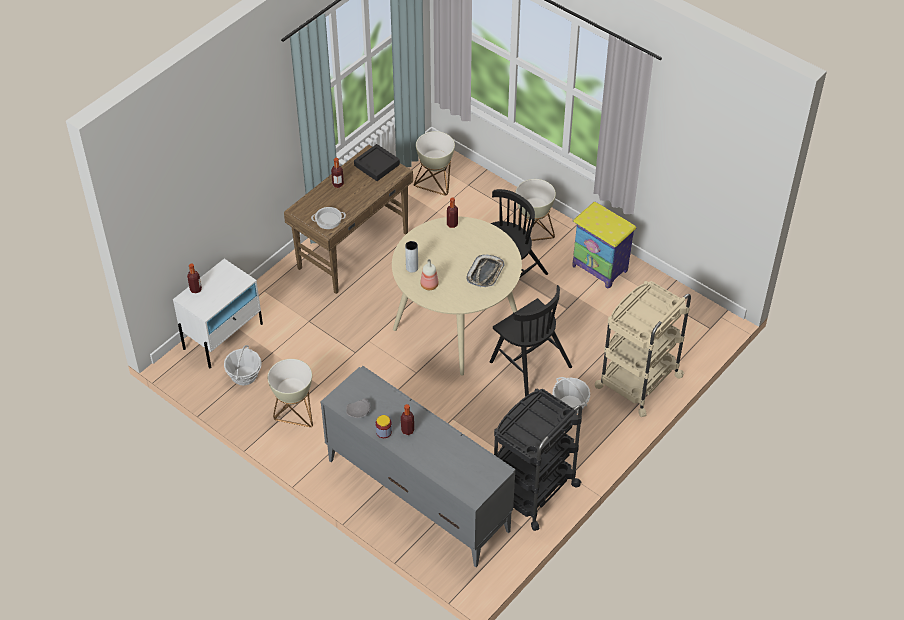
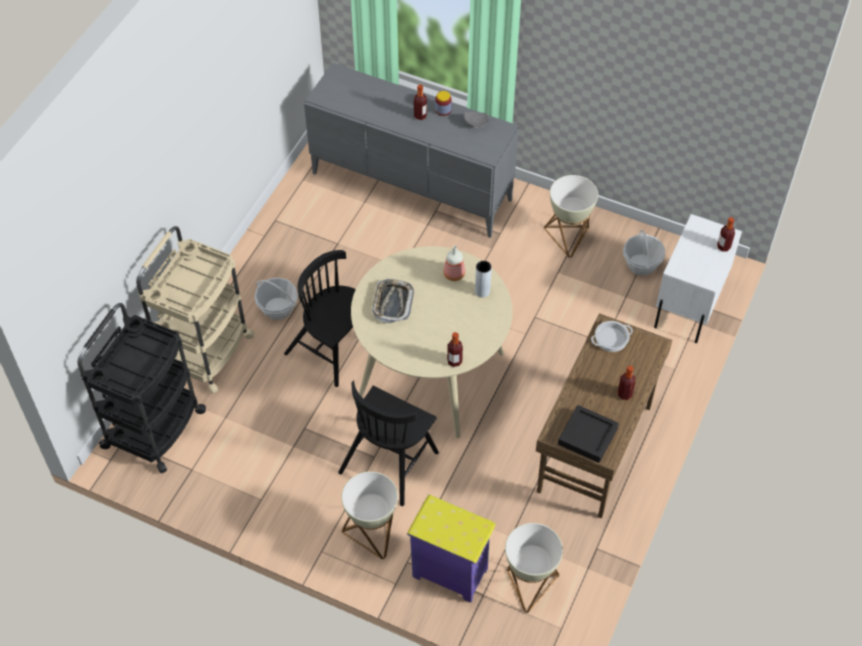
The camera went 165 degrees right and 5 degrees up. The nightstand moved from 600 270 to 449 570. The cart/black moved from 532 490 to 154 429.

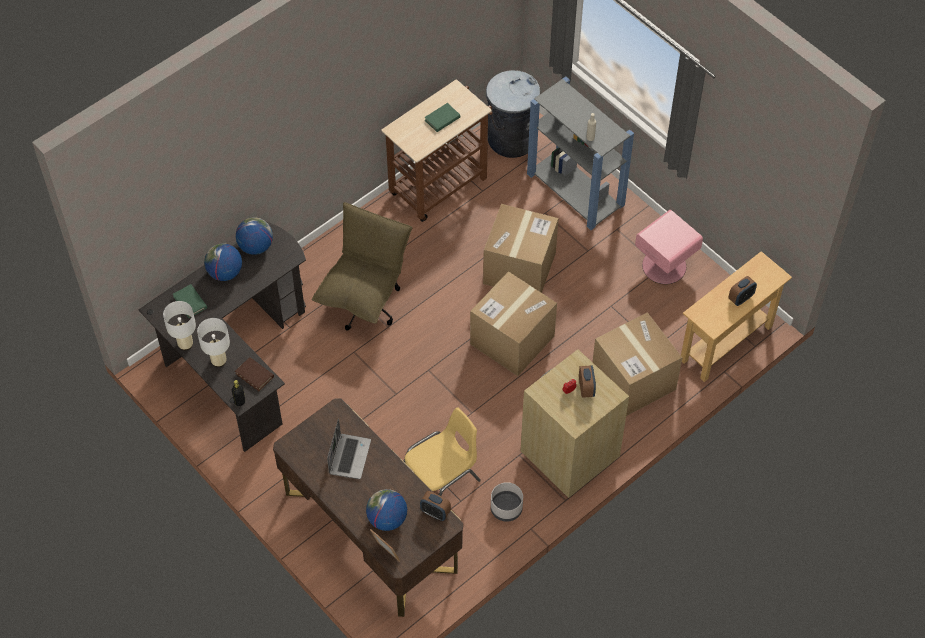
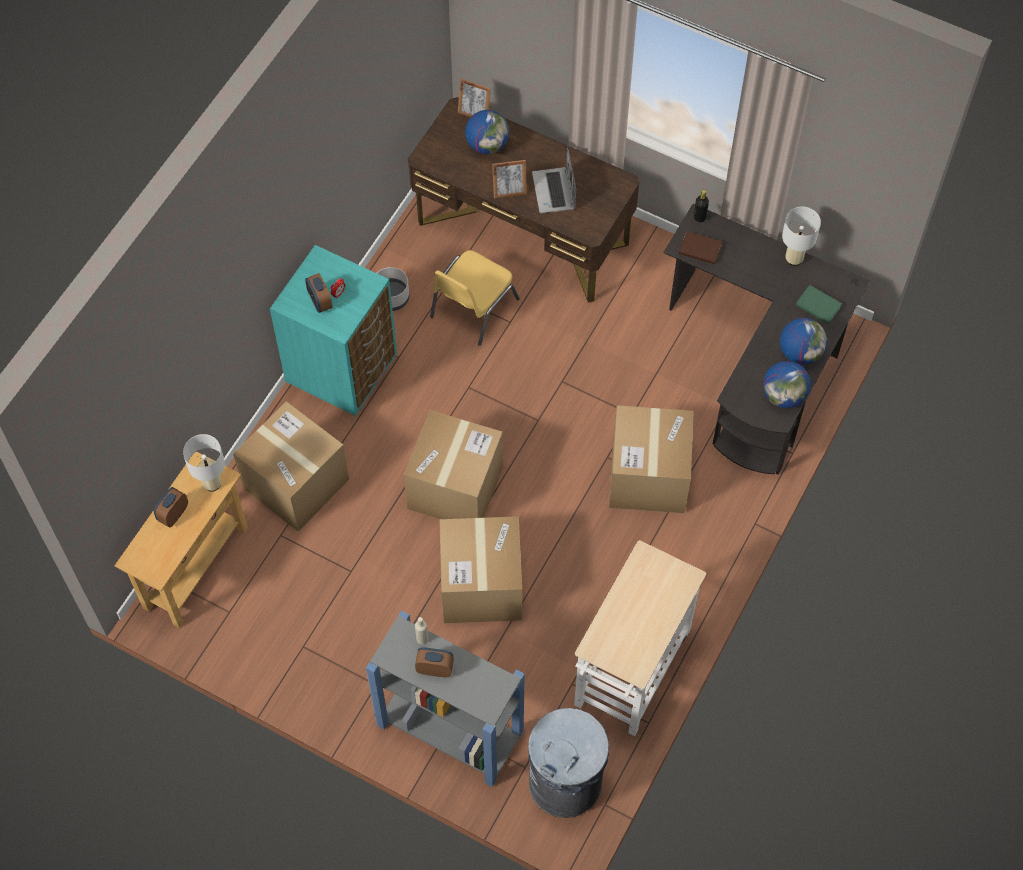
The camera went 160 degrees right and 5 degrees up. The cart/brown at 439 186 became the cart/white at 630 672. The book/green at 442 119 disappeared. The office chair/beige at 364 303 was replaced by the cardboard box at 648 476. The nightstand/pink at 664 265 disappeared. The table lamp/white moved from 218 360 to 212 484. The dresser/brown at 568 457 became the dresser/turquoise at 343 372. The alarm clock moved from 435 512 to 435 669. The picture frame at 509 192 appeared.

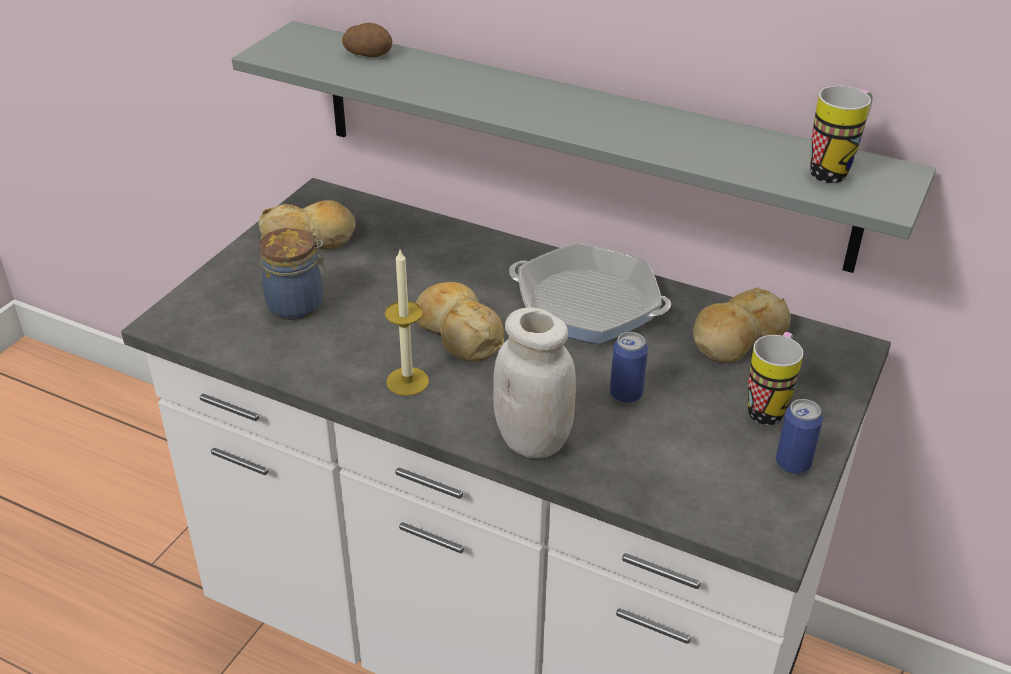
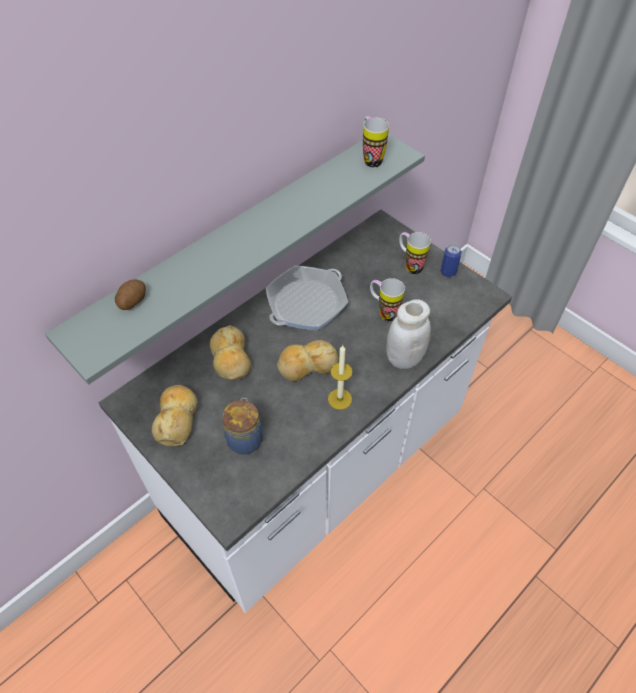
The camera went 70 degrees left and 15 degrees up. The bread moved from 737 339 to 231 359. The can at 626 394 was replaced by the mug at 383 312.

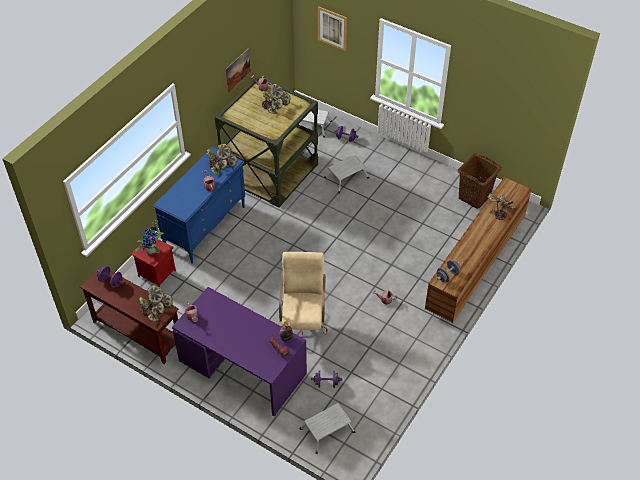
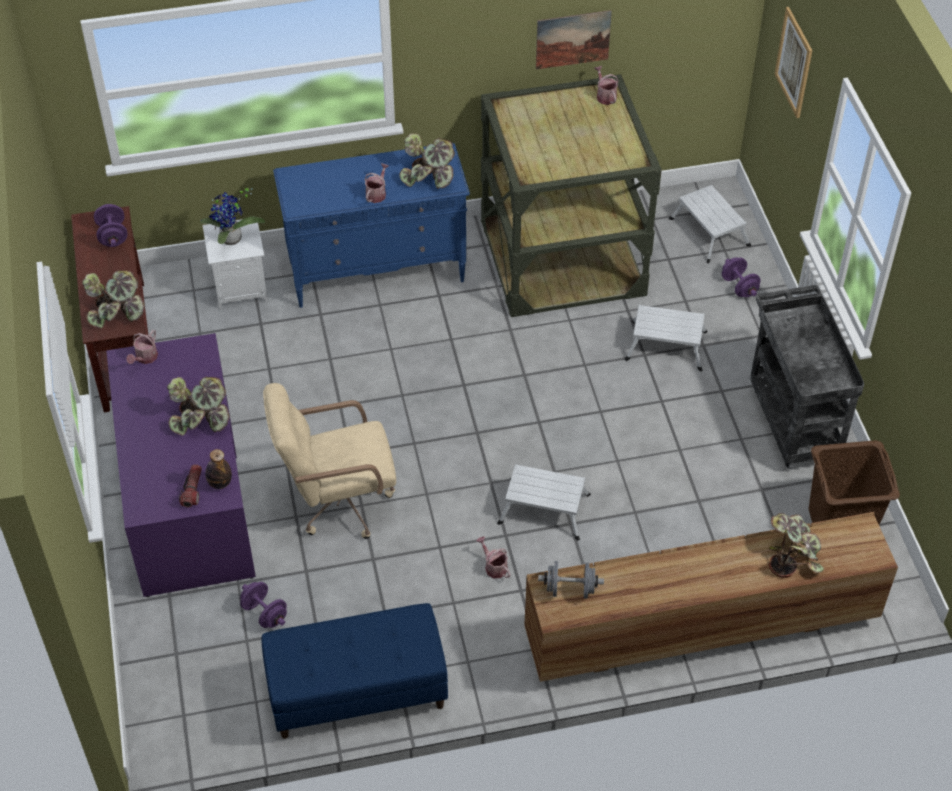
The camera went 45 degrees right and 0 degrees up. The potted plant moved from 275 106 to 202 420. The nightstand/red at 157 273 became the nightstand/white at 241 287. The office chair/beige at 303 324 turned 150 degrees counterclockwise. The step ladder/white moved from 327 430 to 545 509. The cart/black at 790 421 appeared. The bench/blue at 357 693 appeared.

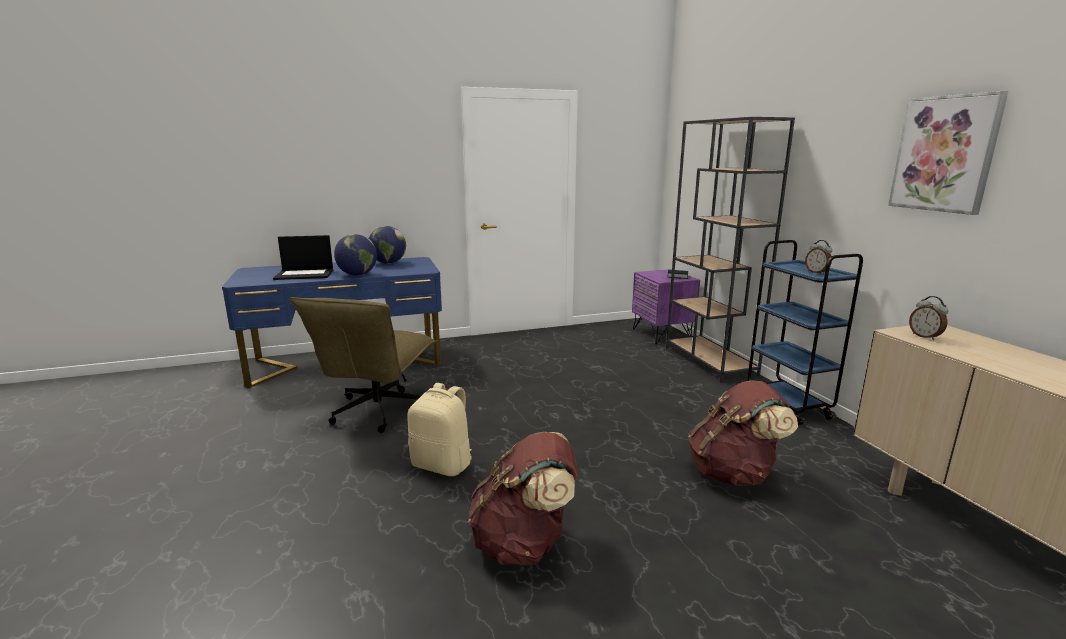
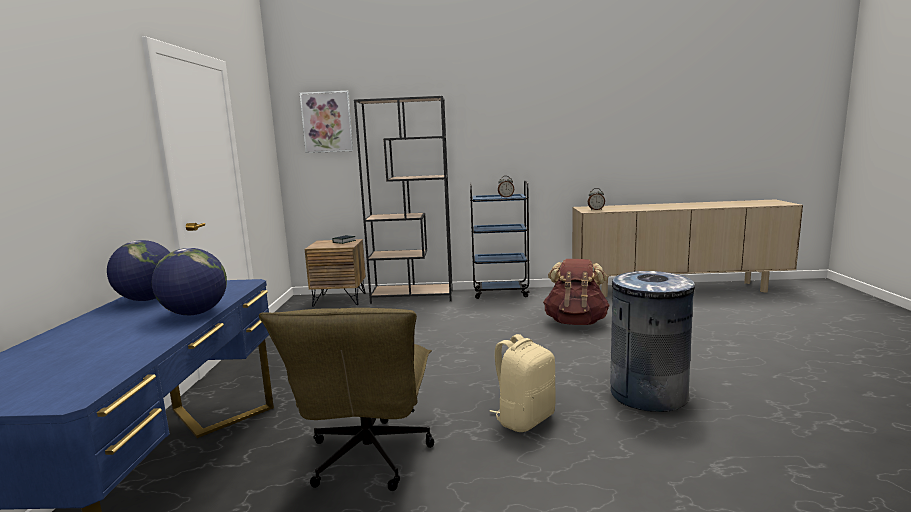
The camera went 70 degrees left and 5 degrees down. The picture moved from 944 154 to 327 122. The laptop at 305 274 disappeared. The nightstand/purple at 662 334 became the nightstand/brown at 340 299. The office chair/beige at 379 410 turned 60 degrees clockwise. The backpack/brown at 524 543 was replaced by the trash can/grey at 647 394.

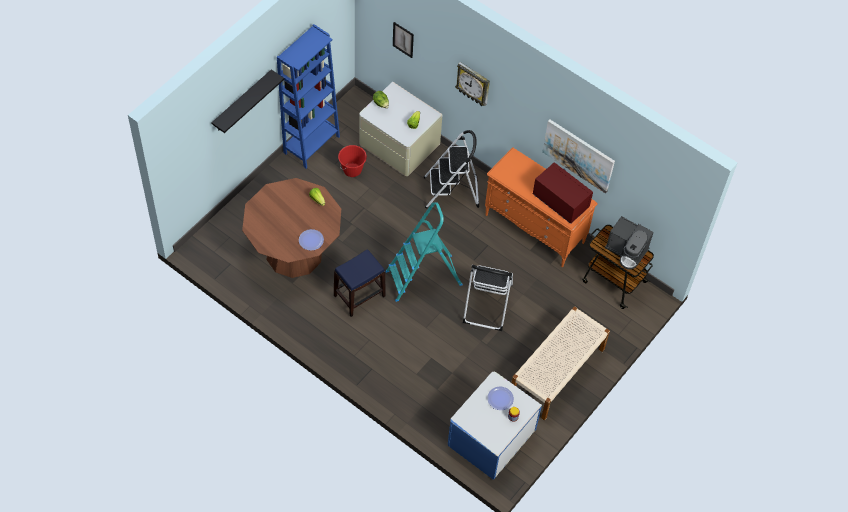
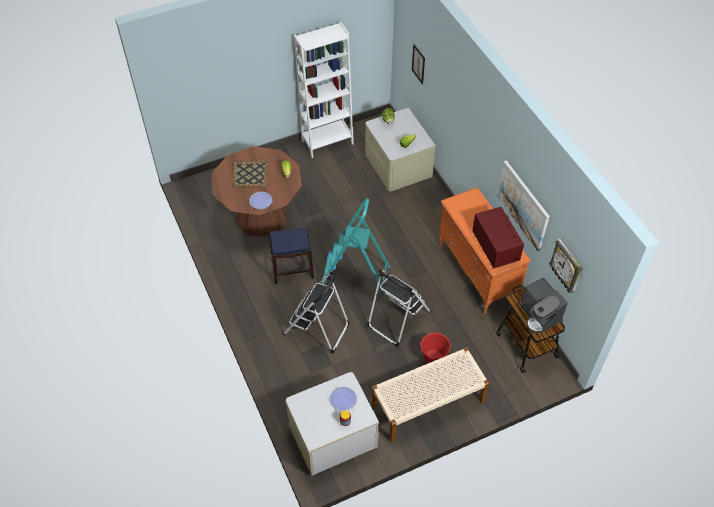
The camera went 30 degrees right and 5 degrees down. The bookcase/blue at 311 144 became the bookcase/white at 327 142. The wall clock moved from 473 84 to 567 266. The shelf/black at 242 101 disappeared. The step ladder moved from 453 192 to 318 329. The bucket/red moved from 352 170 to 434 358. The nightstand/blue at 491 438 became the nightstand/beige at 332 437. The tray at 250 174 appeared.

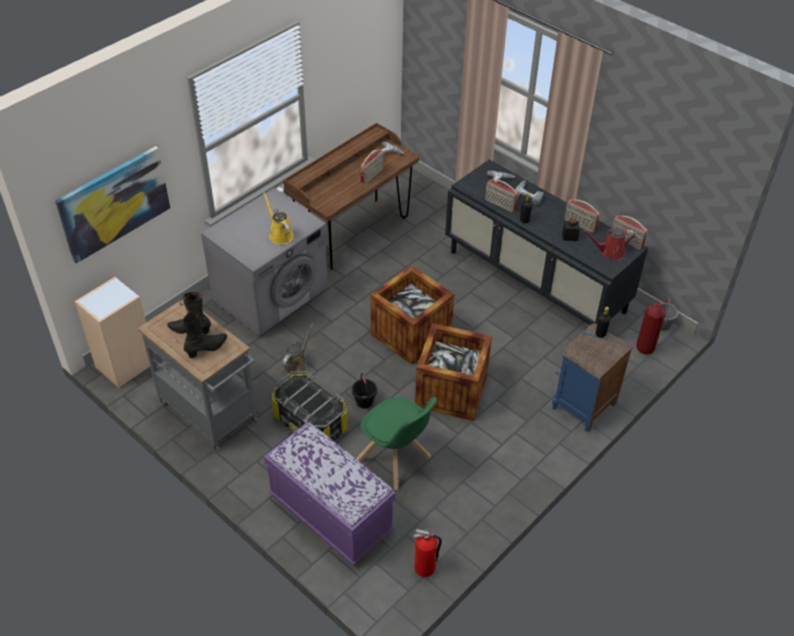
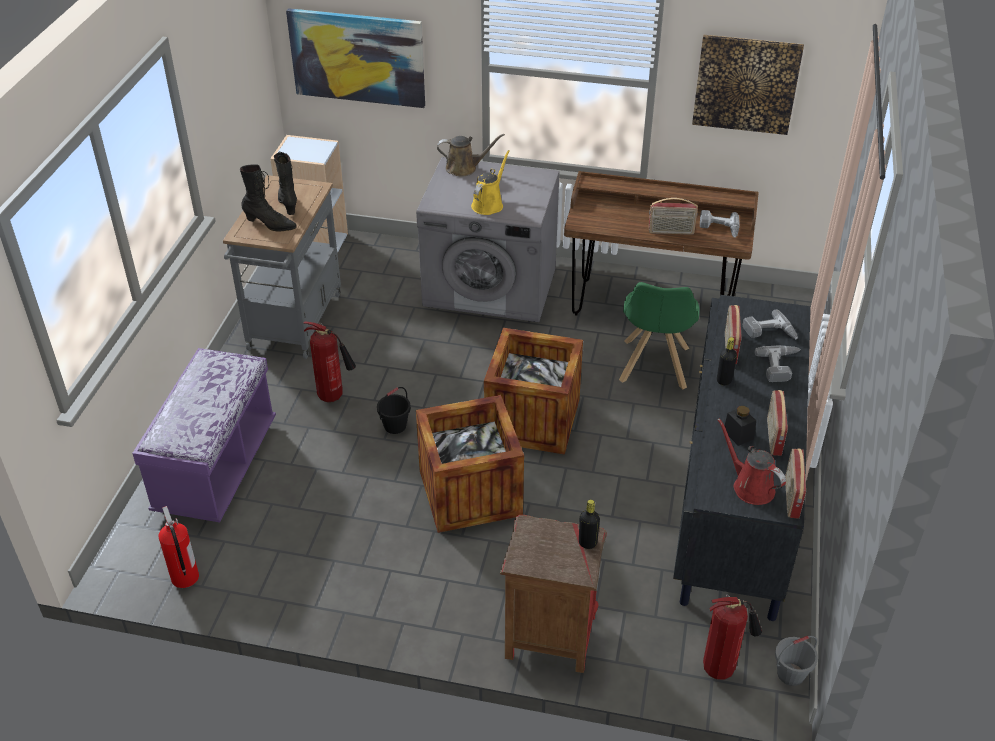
The camera went 60 degrees right and 5 degrees down. The watering can/brown moved from 296 363 to 464 168. The nightstand/blue at 583 405 became the nightstand/red at 550 635. The storage box at 310 422 was replaced by the fire extinguisher at 334 397. The chair/green moved from 396 461 to 654 367. The picture at 746 84 appeared.

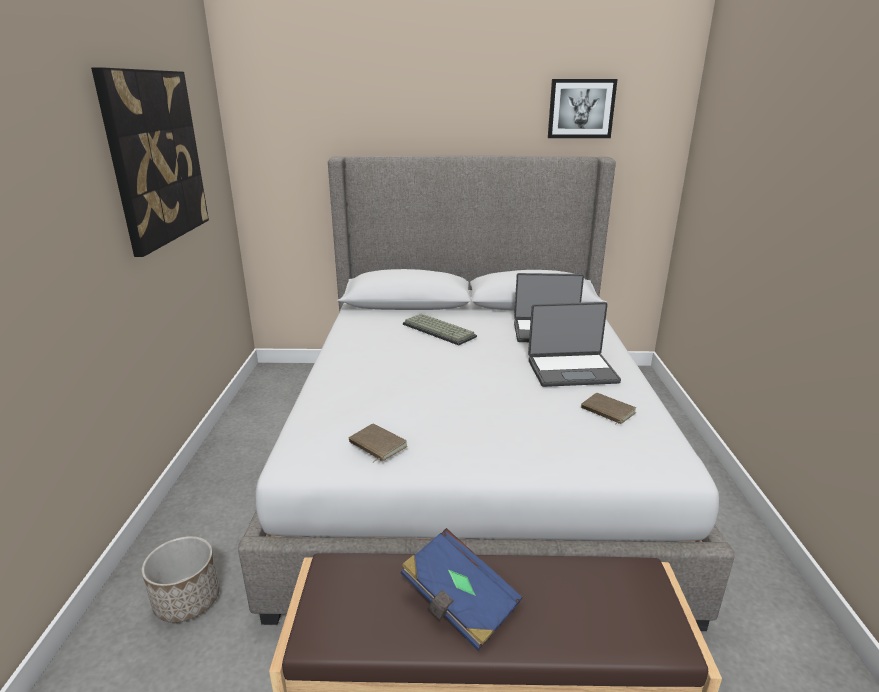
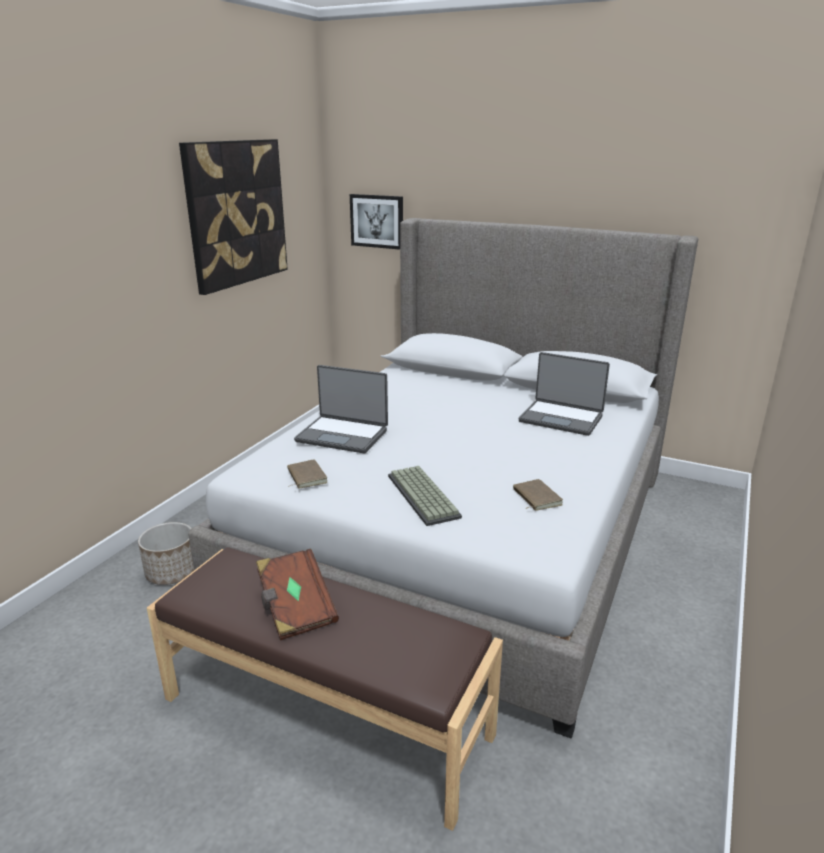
The camera went 25 degrees right and 0 degrees up. The picture moved from 581 108 to 377 221. The laptop moved from 571 370 to 343 435. The keyboard moved from 440 330 to 425 496. The book/blue at 459 603 became the book/brown at 295 608.

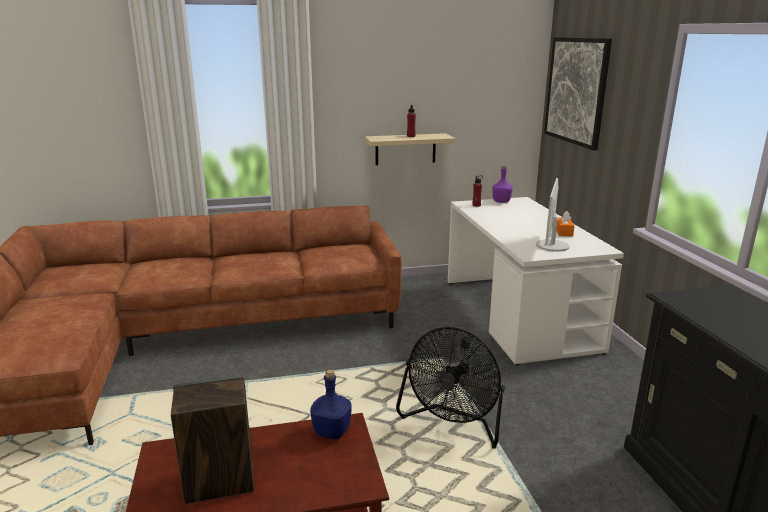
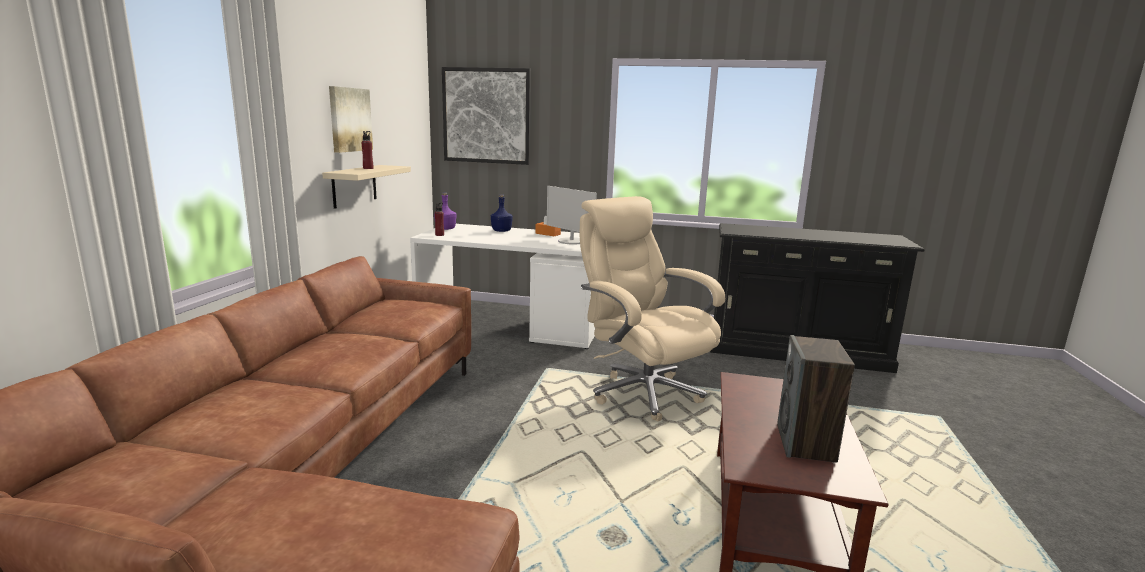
The camera went 65 degrees left and 5 degrees down. The fan/black at 451 421 was replaced by the office chair/beige at 641 393. The bottle/blue moved from 332 432 to 501 231. The picture at 349 119 appeared.

